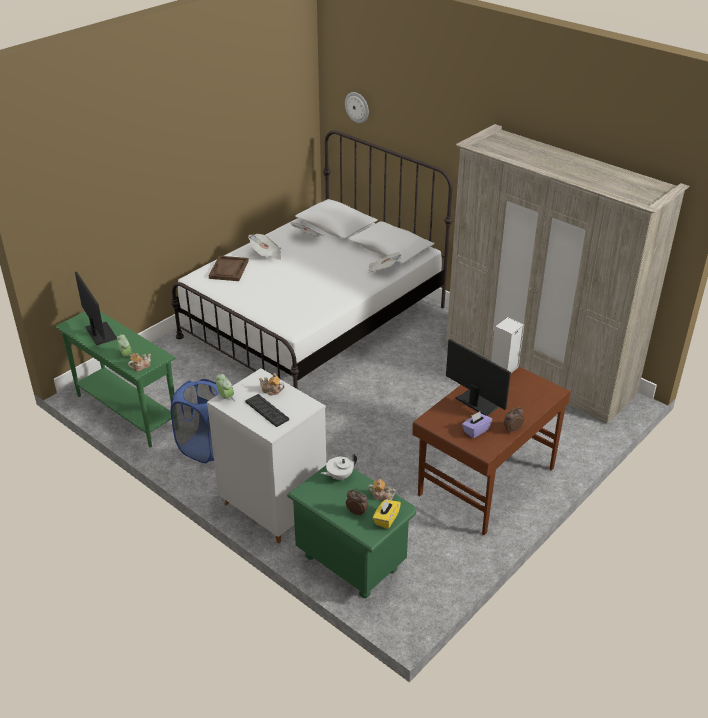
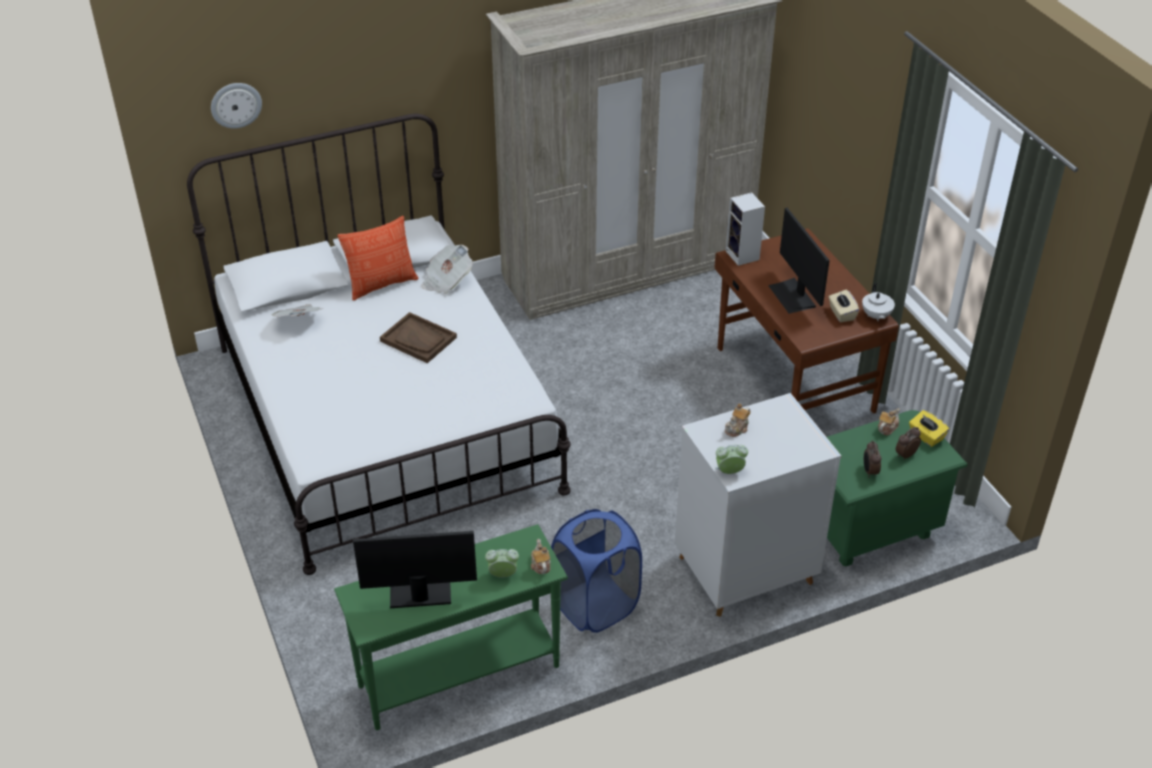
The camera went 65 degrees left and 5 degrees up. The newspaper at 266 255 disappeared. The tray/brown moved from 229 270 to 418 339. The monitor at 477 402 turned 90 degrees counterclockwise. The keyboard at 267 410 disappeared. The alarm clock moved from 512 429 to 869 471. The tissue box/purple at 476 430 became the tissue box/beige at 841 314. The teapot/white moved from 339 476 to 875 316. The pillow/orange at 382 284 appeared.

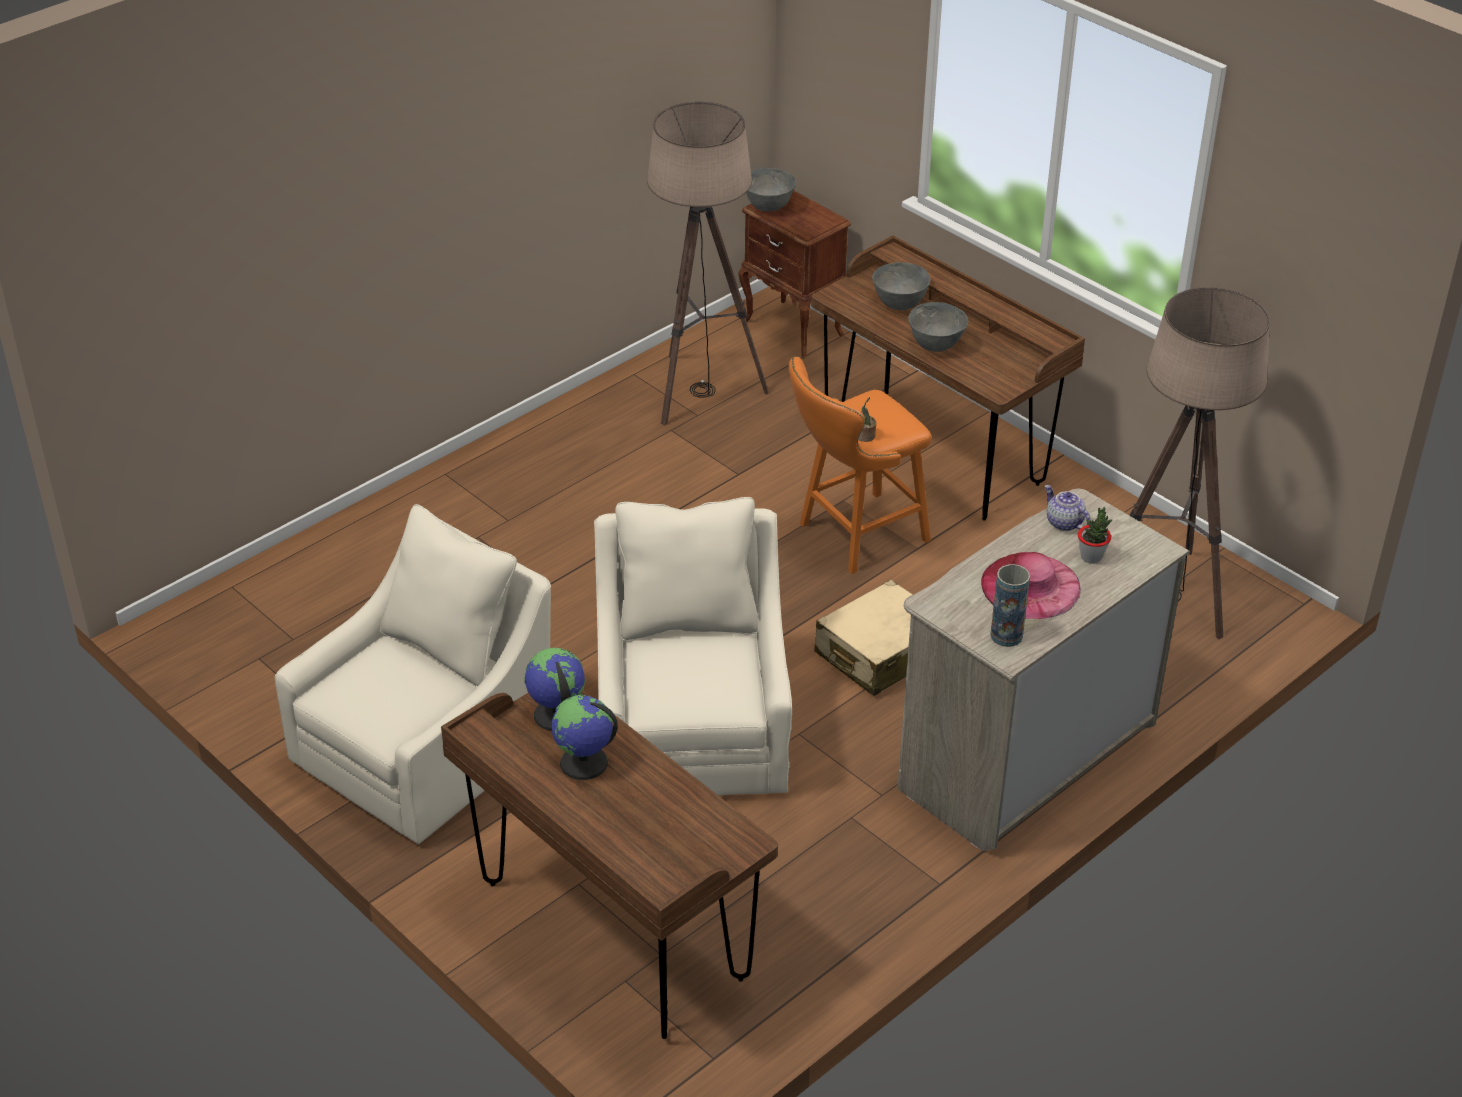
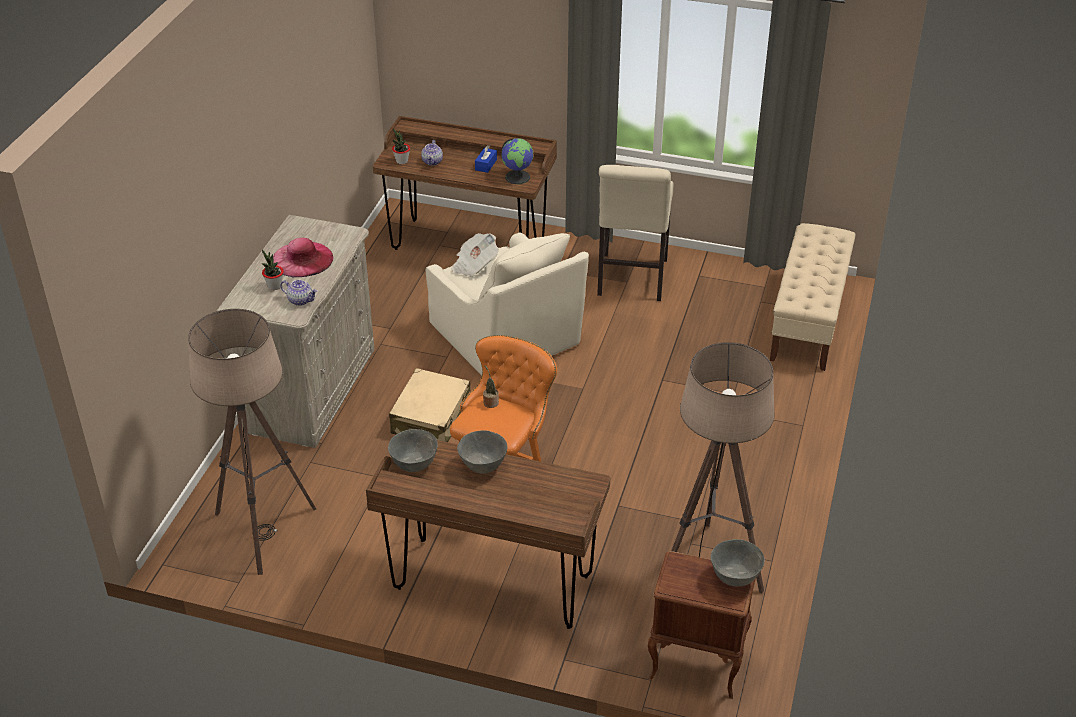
The camera went 150 degrees right and 0 degrees up. The bowl/grey moved from 900 304 to 413 465. The armchair/beige at 428 748 was replaced by the stool/beige at 631 281. The vase at 1006 635 disappeared. The globe at 584 763 was replaced by the tissue box/blue at 486 165. The potted plant at 402 161 appeared. The teapot at 432 162 appeared. The bench/beige at 808 321 appeared. The newspaper at 474 265 appeared.

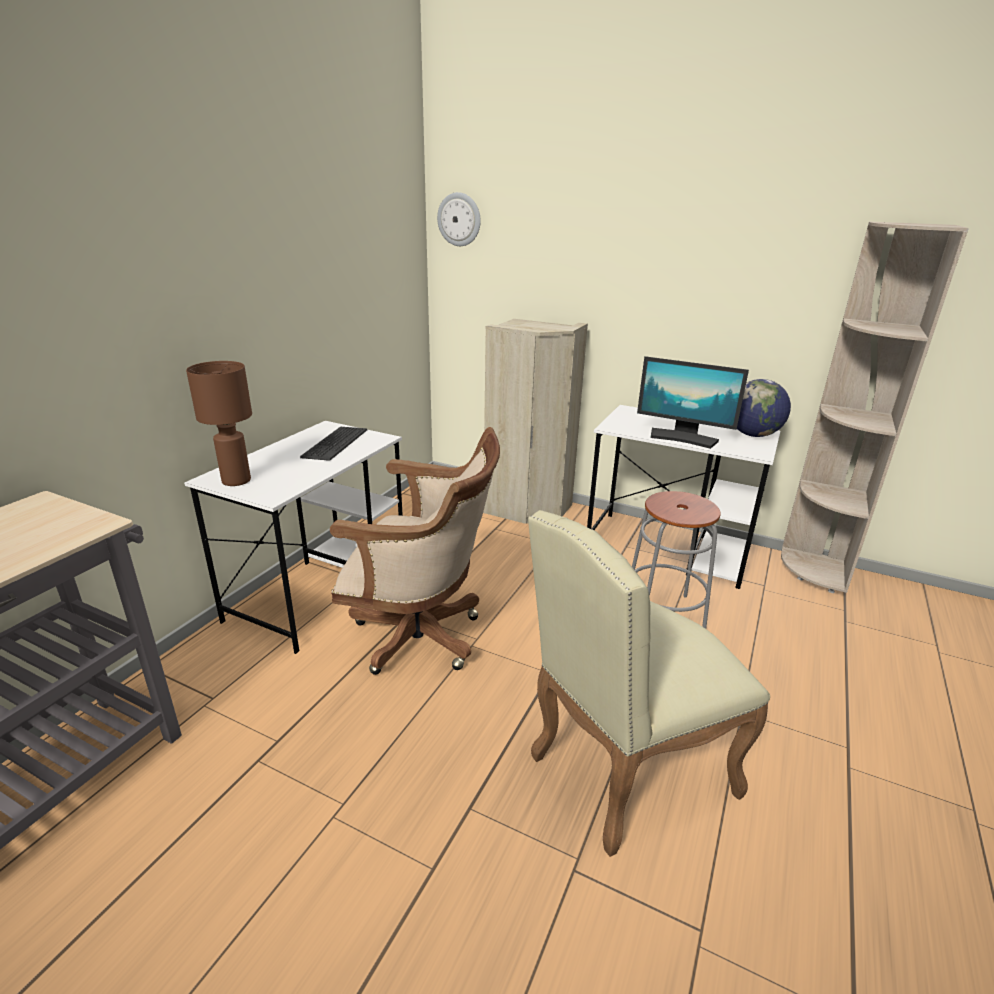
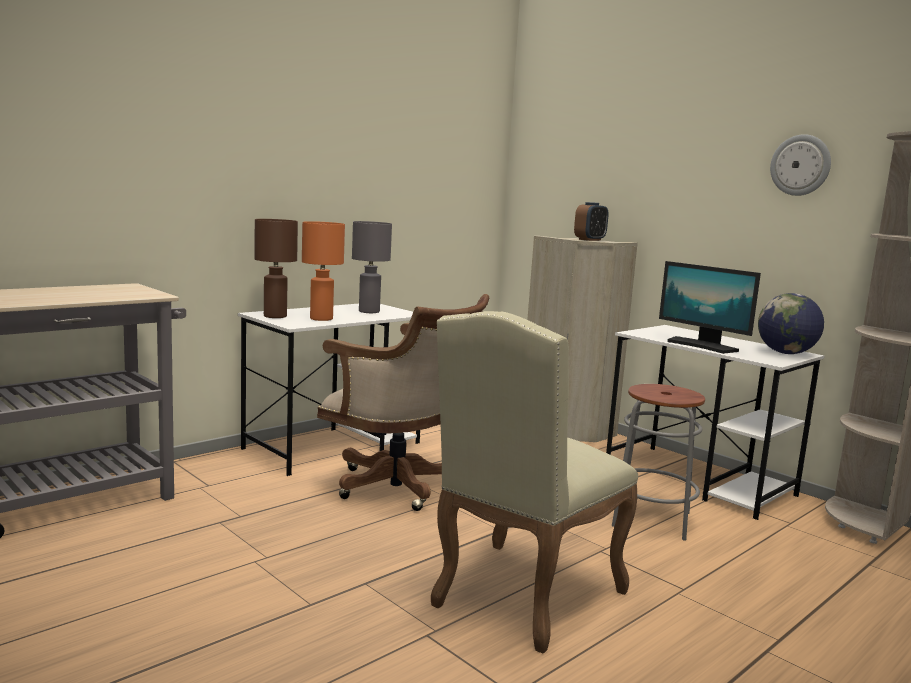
The camera went 20 degrees right and 15 degrees down. The wall clock moved from 459 219 to 800 165. The keyboard at 335 443 was replaced by the table lamp/grey at 369 311. The chair/beige at 624 771 turned 45 degrees counterclockwise. The alarm clock at 589 240 appeared. The table lamp/orange at 322 319 appeared.

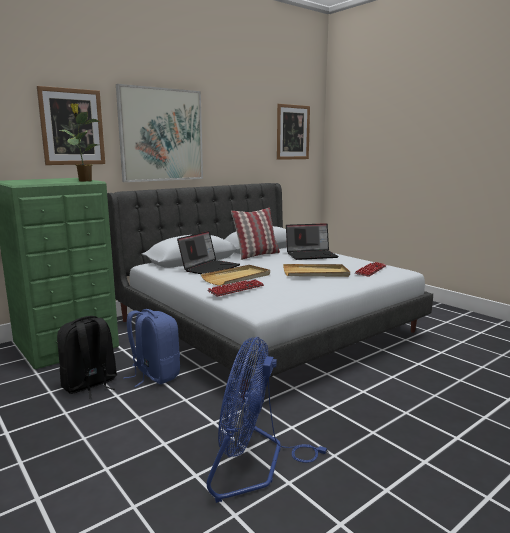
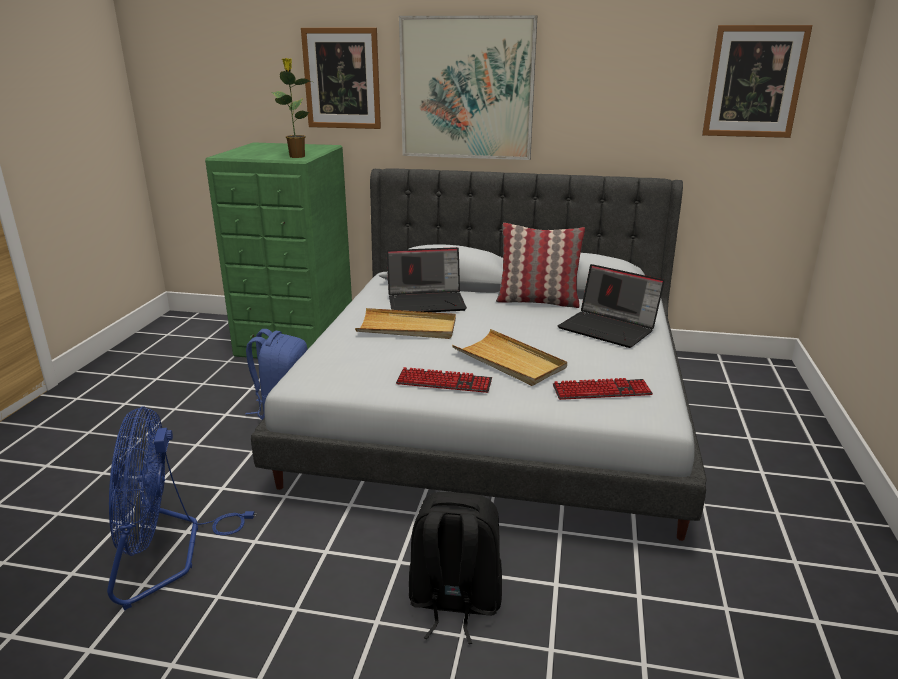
The camera went 50 degrees right and 10 degrees up. The keyboard moved from 236 289 to 444 382. The backpack/black moved from 90 385 to 454 603. The fan/blue at 258 459 turned 75 degrees counterclockwise.

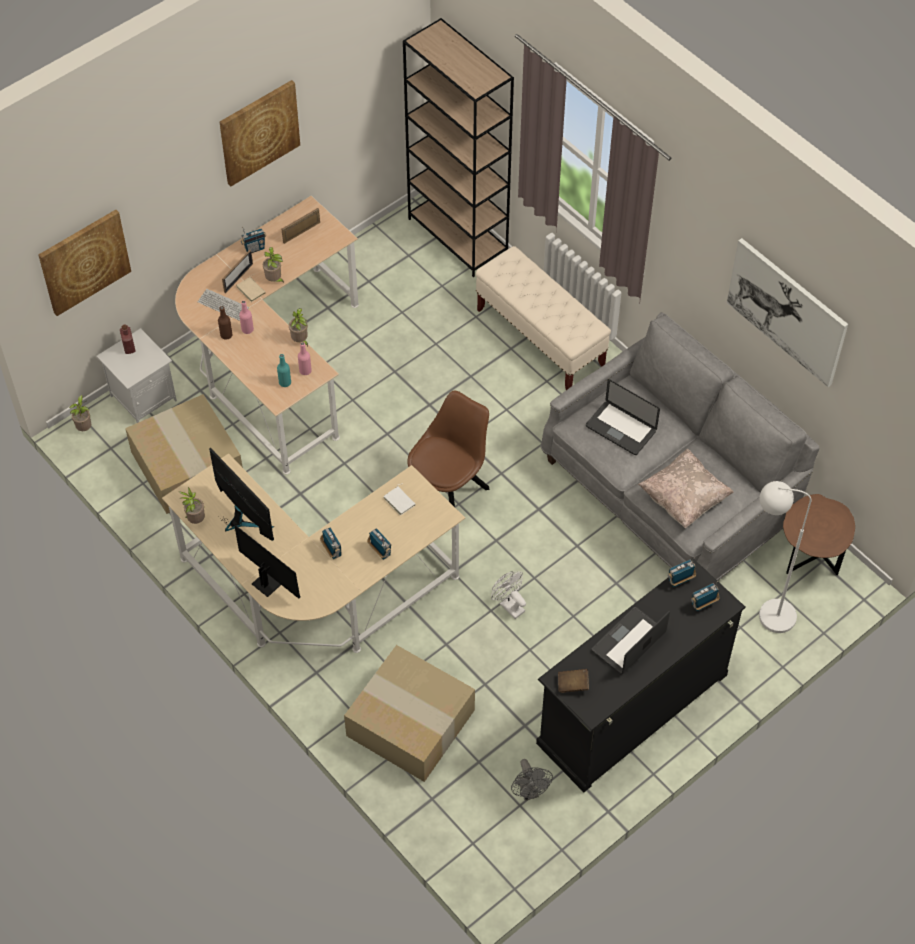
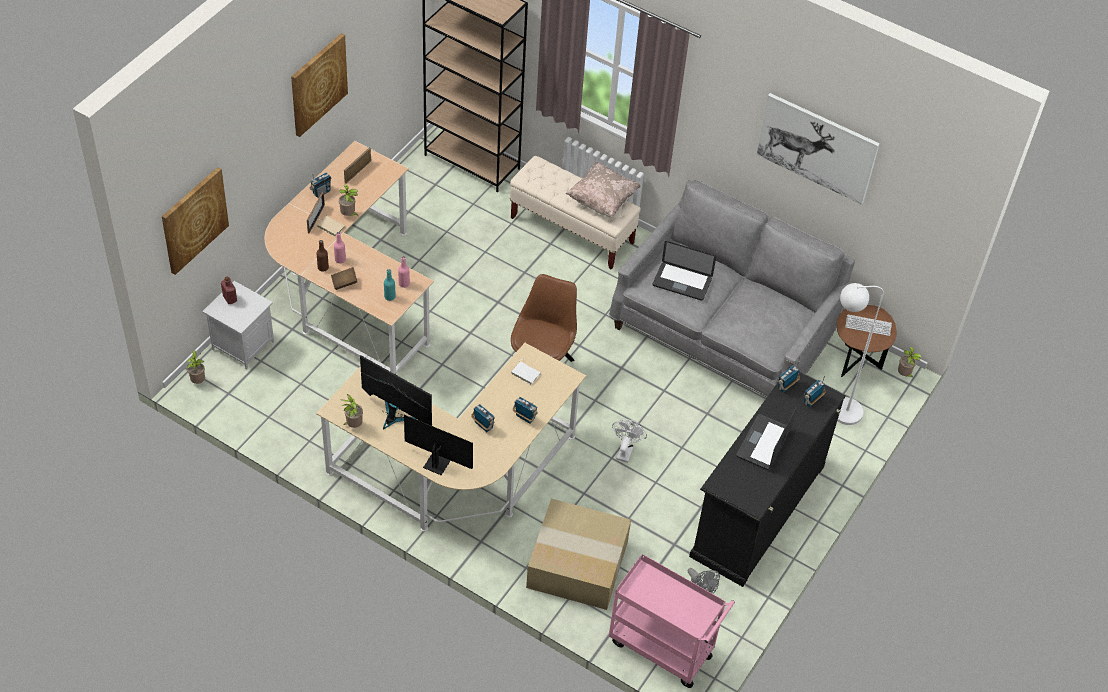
The camera went 20 degrees left and 5 degrees down. The keyboard moved from 223 305 to 868 326. The potted plant moved from 300 341 to 904 375. The cardboard box at 185 465 disappeared. The pillow/beige moved from 684 499 to 602 200. The fan/white at 509 605 turned 75 degrees clockwise. The book/brown moved from 572 684 to 344 283. The cart/pink at 663 651 appeared.

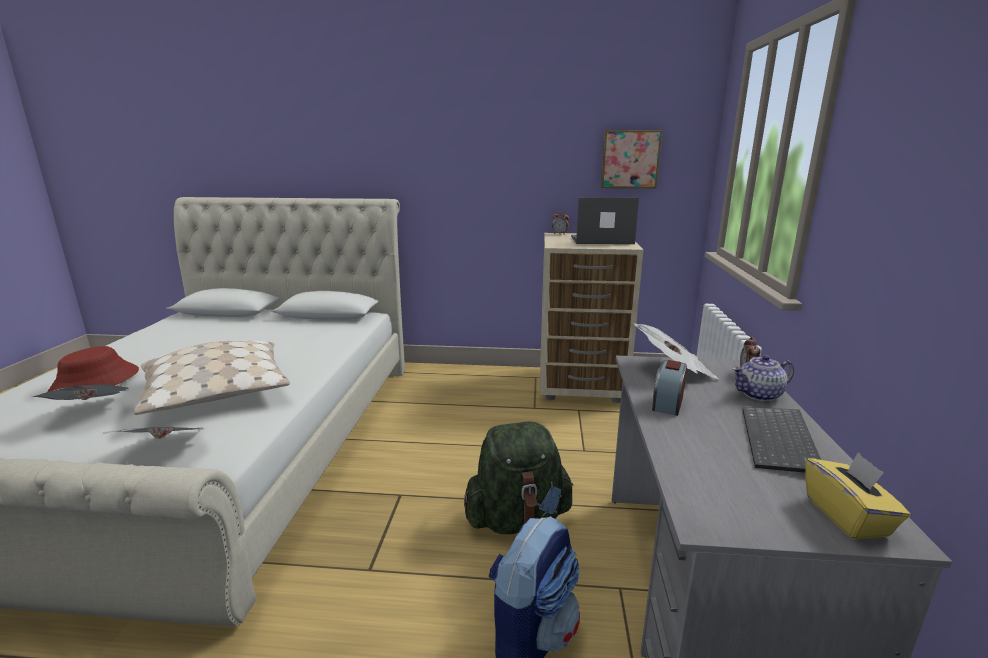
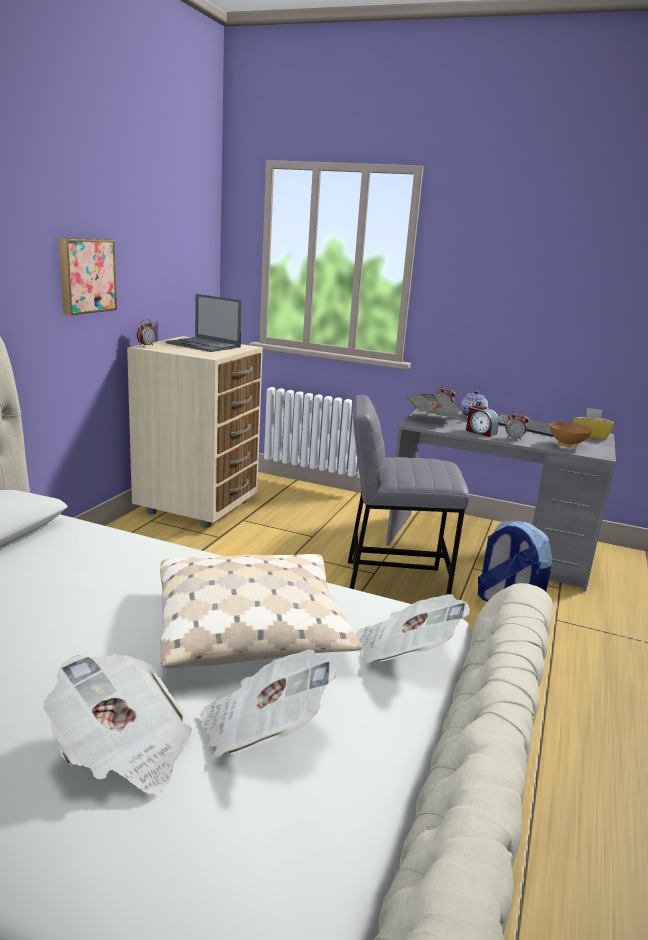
The camera went 75 degrees left and 0 degrees up. The picture moved from 630 159 to 86 275. The laptop at 601 240 turned 75 degrees counterclockwise. The hat/red at 95 382 was replaced by the newspaper at 123 750. The backpack/green at 518 519 was replaced by the chair/grey at 392 585. The alarm clock at 514 438 appeared. The bowl/brown at 568 446 appeared.

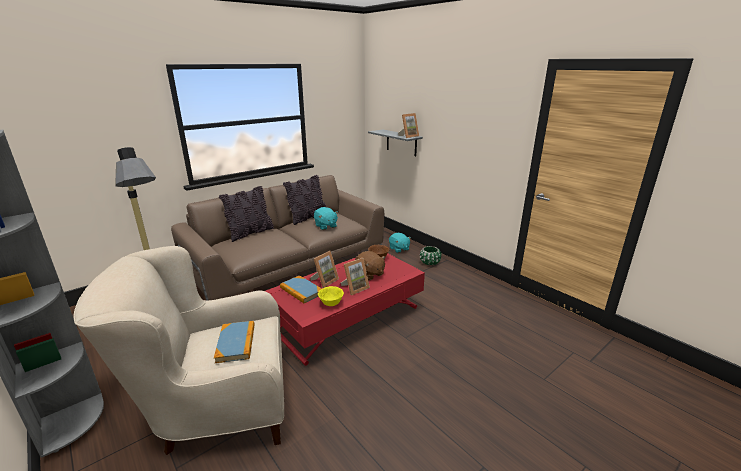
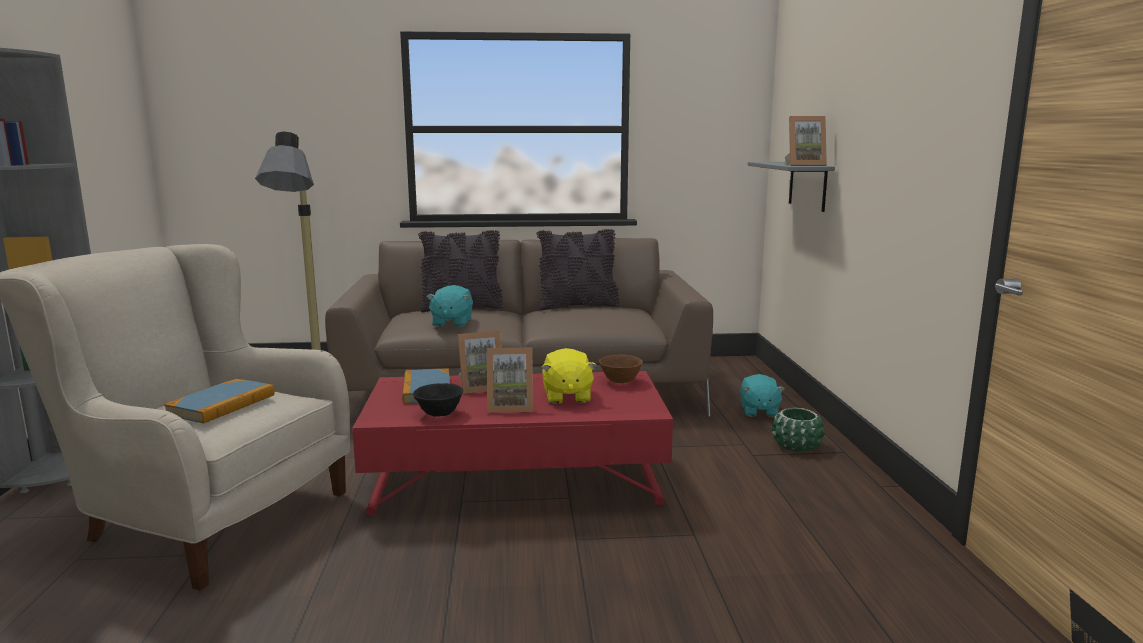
The camera went 35 degrees right and 10 degrees down. The plush toy/turquoise moved from 325 226 to 451 323. The plush toy/brown at 369 274 became the plush toy/yellow at 567 396. The bowl/yellow at 331 304 became the bowl/black at 439 414.

